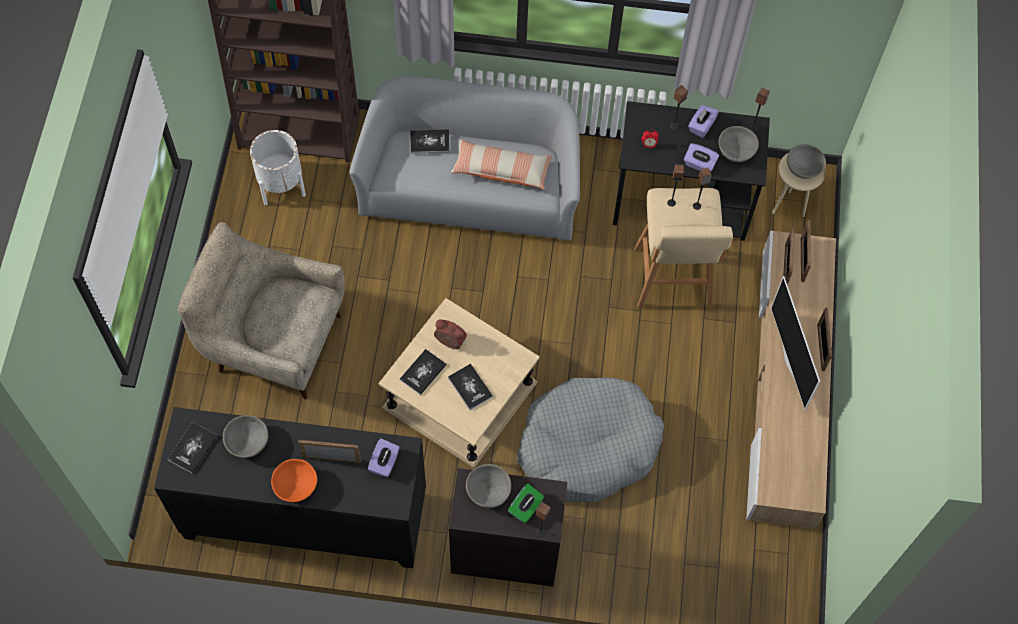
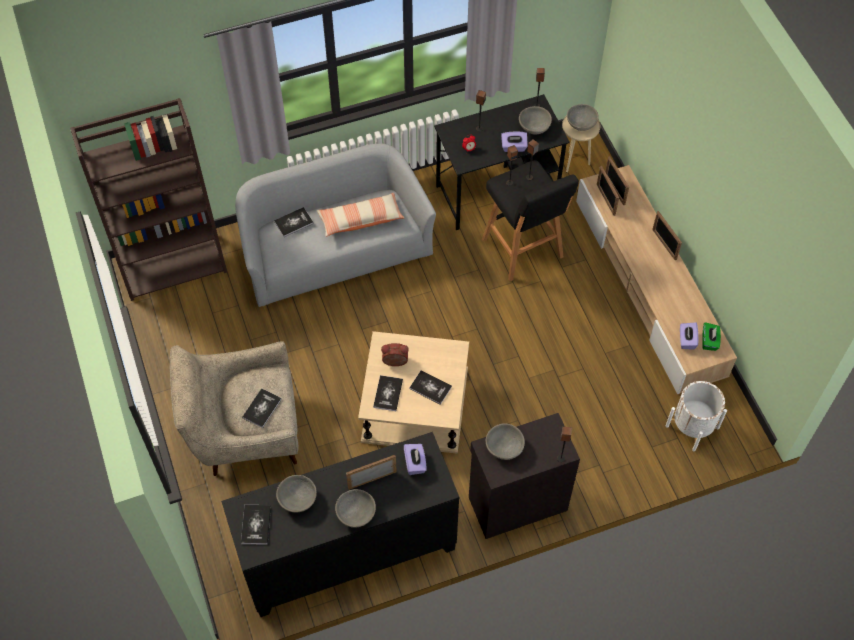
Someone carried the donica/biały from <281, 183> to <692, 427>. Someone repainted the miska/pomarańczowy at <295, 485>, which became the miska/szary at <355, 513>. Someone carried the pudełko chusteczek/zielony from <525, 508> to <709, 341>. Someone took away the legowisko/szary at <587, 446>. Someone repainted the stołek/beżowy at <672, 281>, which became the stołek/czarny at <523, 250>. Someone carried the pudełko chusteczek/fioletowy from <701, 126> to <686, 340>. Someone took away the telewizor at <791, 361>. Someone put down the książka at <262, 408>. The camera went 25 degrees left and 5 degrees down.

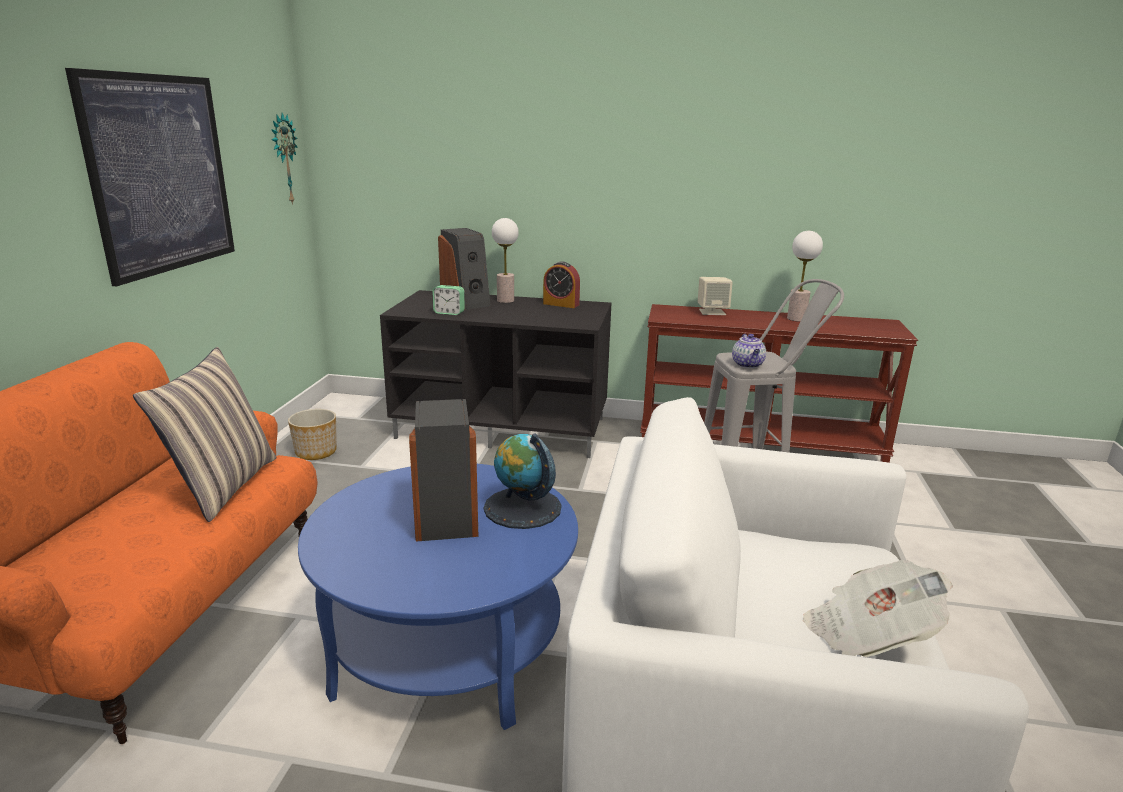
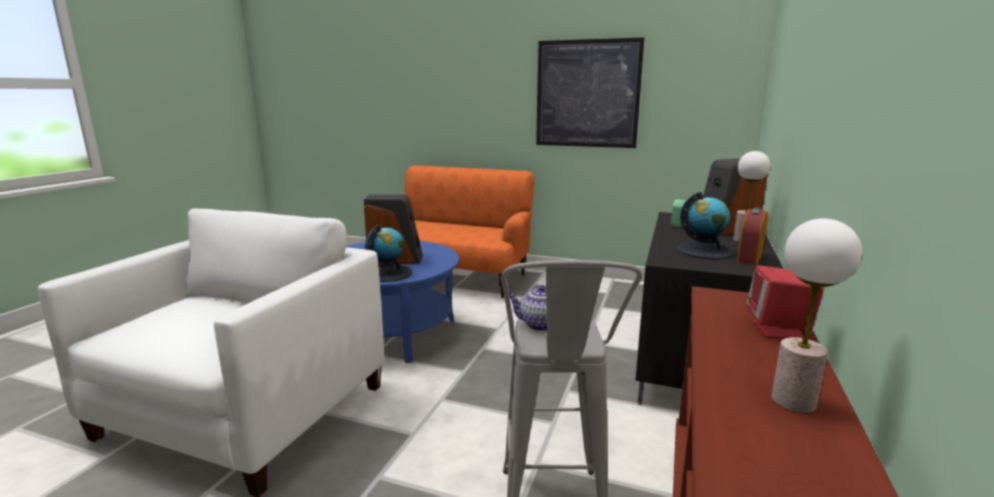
Someone took away the poduszka at <223, 486>. Someone took away the zegar ścienny at <283, 159>. Someone took away the donica at <316, 452>. Someone repainted the głośnik/beżowy at <712, 312>, which became the głośnik/czerwony at <778, 329>. Someone took away the gazeta at <868, 634>. Someone put down the globus at <704, 251>. The camera went 100 degrees right and 5 degrees down.

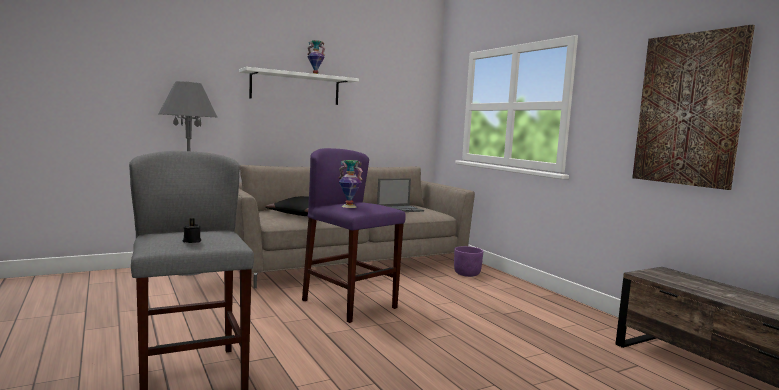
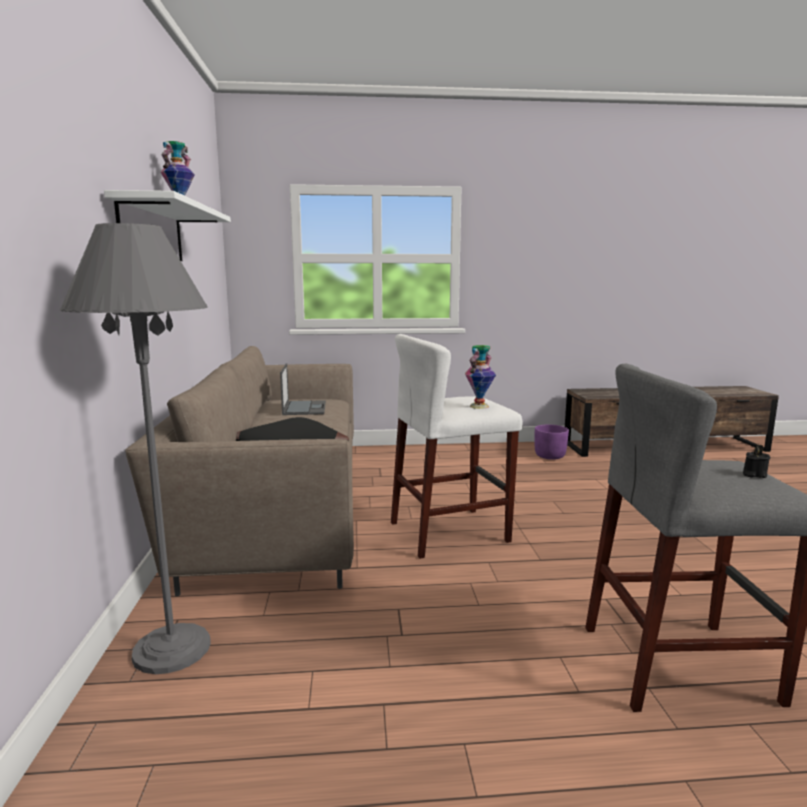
Someone repainted the stołek/fioletowy at <349, 304>, which became the stołek/biały at <449, 532>. Someone carried the donica/fioletowy from <467, 274> to <549, 456>. Someone took away the obraz at <688, 109>. The camera went 65 degrees left and 5 degrees up.

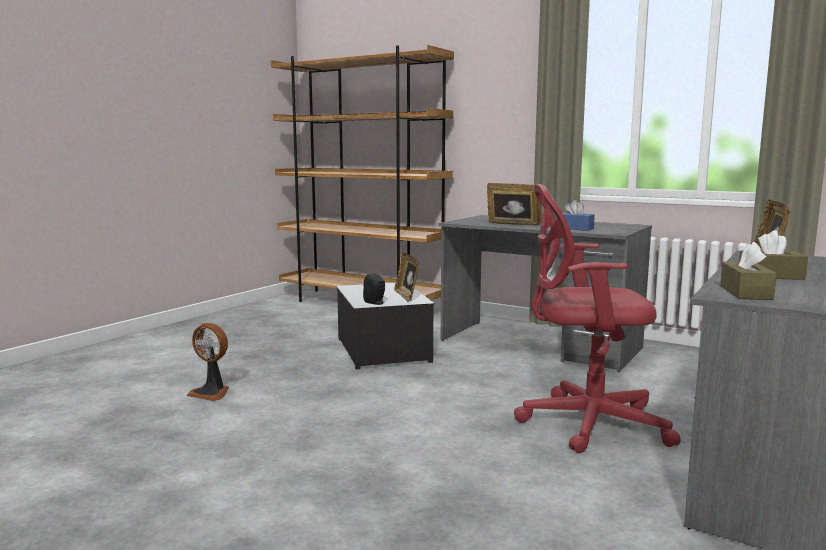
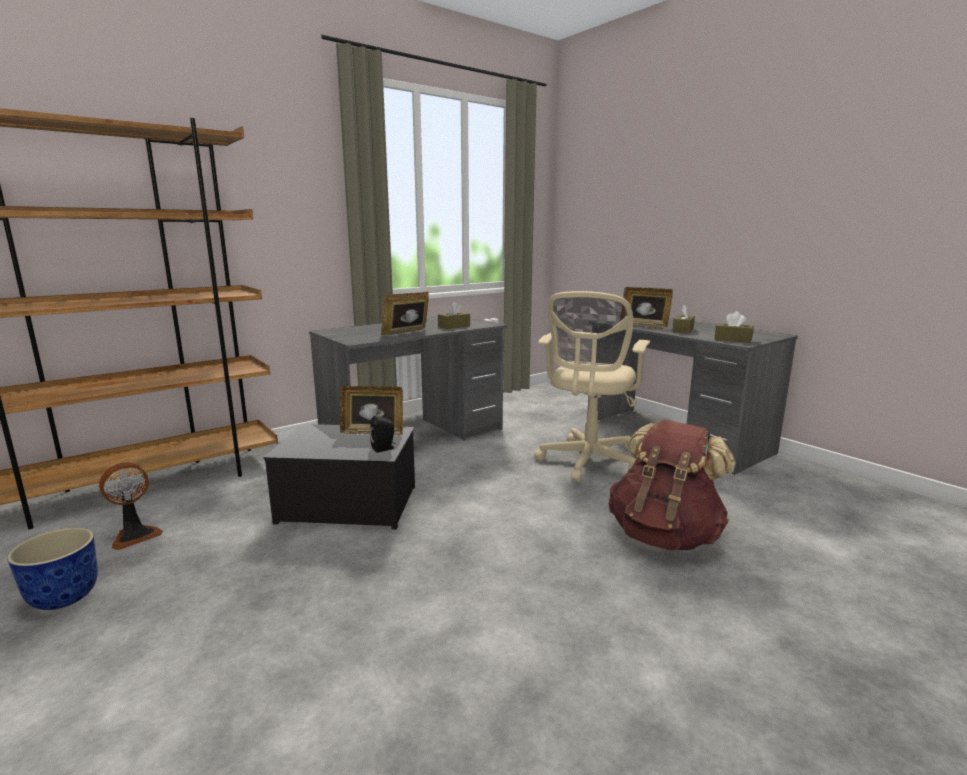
Someone carried the wentylator from <211, 393> to <135, 535>. Someone repainted the krzesło biurowe/czerwony at <585, 423>, which became the krzesło biurowe/beżowy at <588, 462>. Someone repainted the pudełko chusteczek/niebieski at <574, 228>, which became the pudełko chusteczek/brązowy at <454, 326>. Someone put down the donica at <65, 597>. Someone put down the plecak/brązowy at <664, 535>. The camera went 70 degrees left and 5 degrees up.

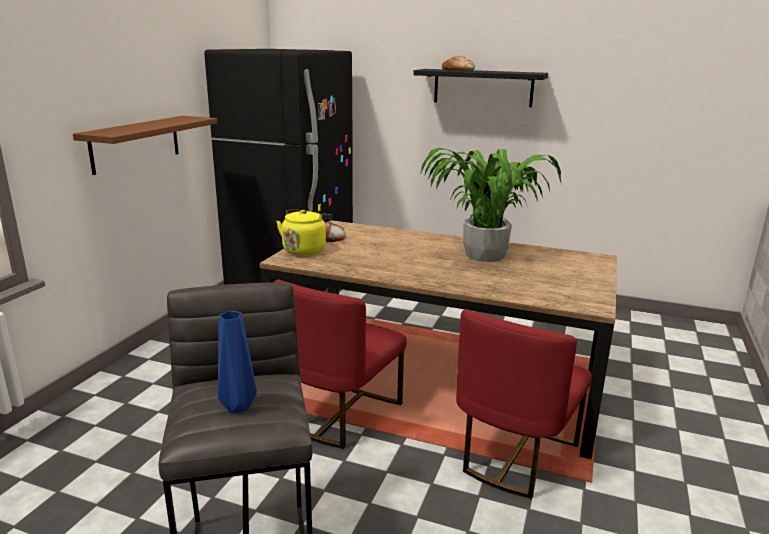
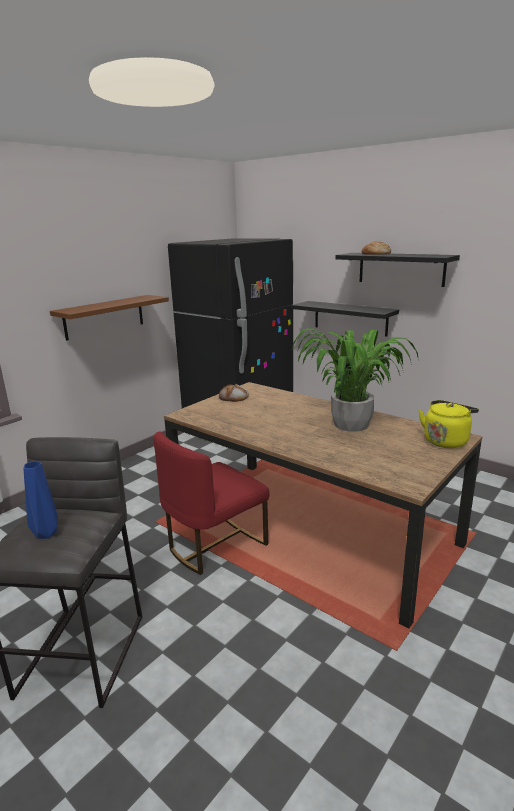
Someone carried the czajnik/żółty from <305, 249> to <446, 440>. Someone took away the krzesło/czerwony at <513, 455>. Someone put up the półka/czarny at <350, 318>. The camera went 20 degrees right and 0 degrees up.

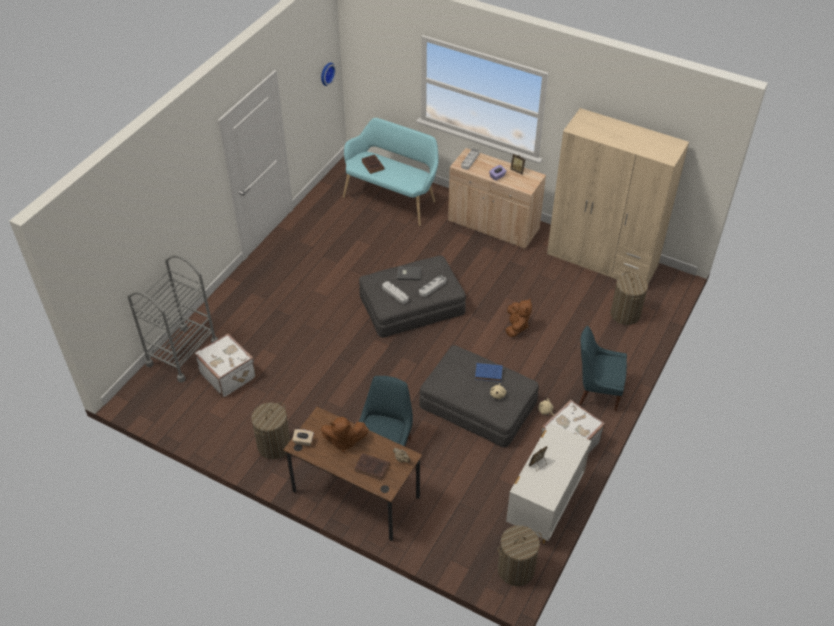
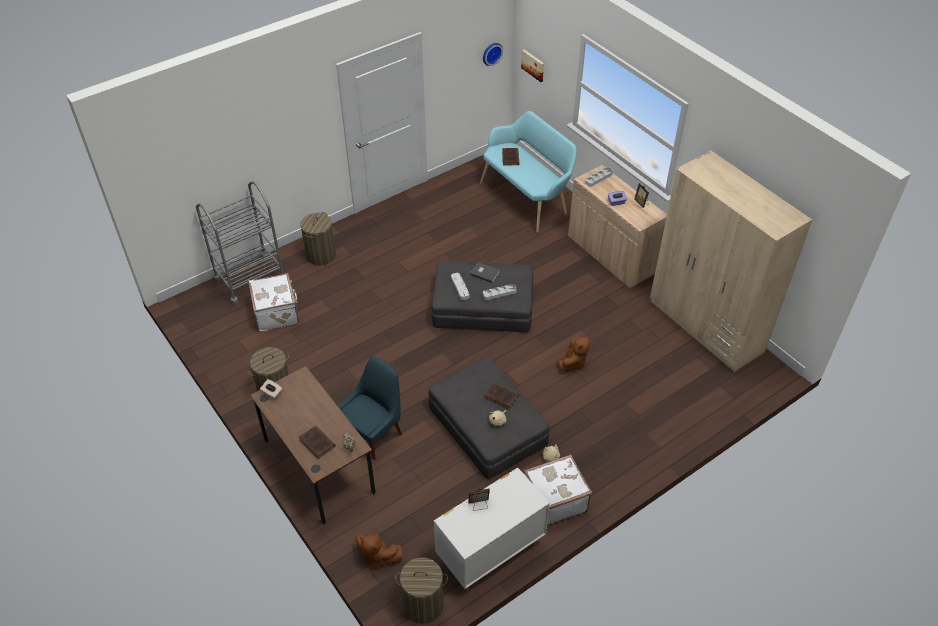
Someone carried the pluszak/brązowy from <344, 441> to <378, 556>. Someone repainted the książka/niebieski at <489, 373>, which became the książka/brązowy at <502, 397>. Someone took away the krzesło/niebieski at <597, 391>. Someone carried the kosz na pranie from <625, 314> to <321, 255>. Someone put up the obraz at <533, 65>. The camera went 25 degrees right and 0 degrees up.

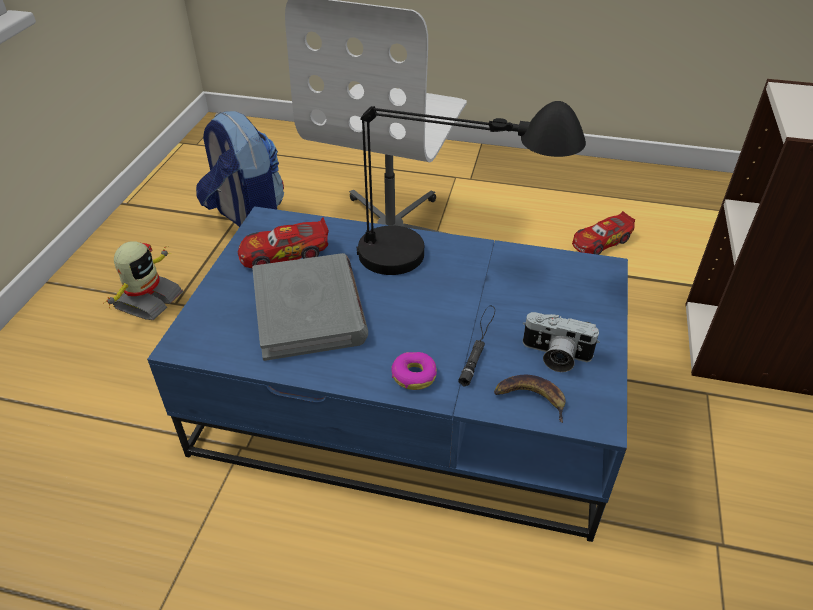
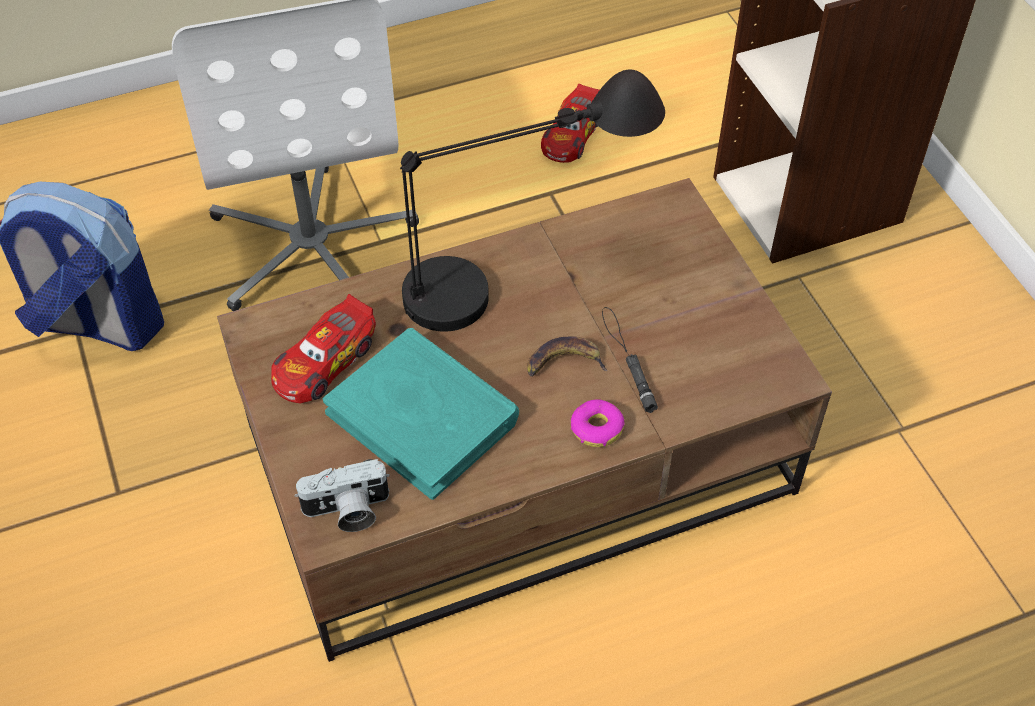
Someone took away the robot zabawkowy at <147, 300>. Someone repainted the ława/niebieski at <409, 403>, which became the ława/brązowy at <521, 455>. Someone repainted the książka/szary at <309, 310>, which became the książka/turkusowy at <423, 416>. Someone carried the banan from <530, 398> to <563, 362>. Someone carried the aparat fotograficzny from <555, 356> to <347, 511>. The camera went 35 degrees left and 10 degrees up.

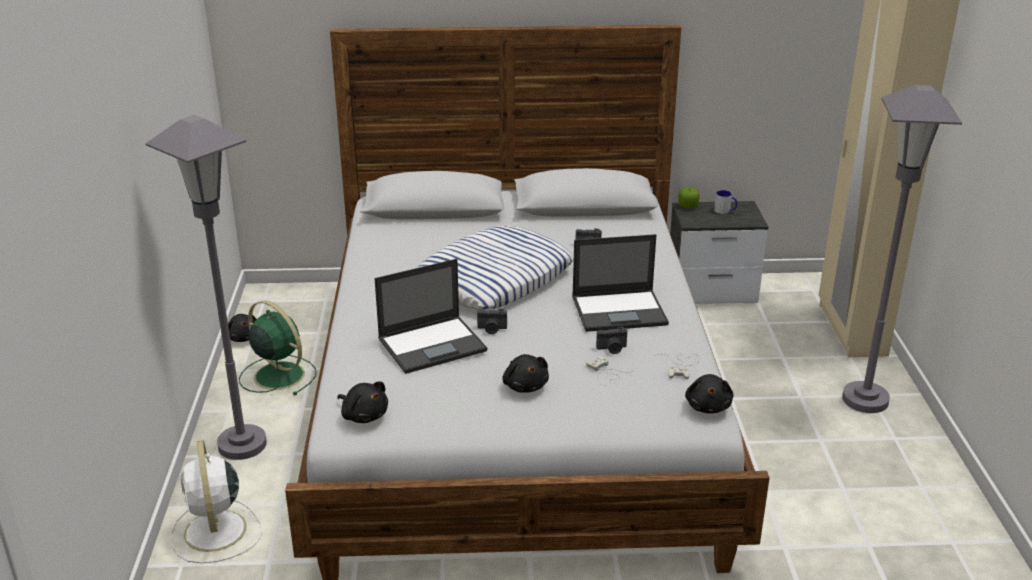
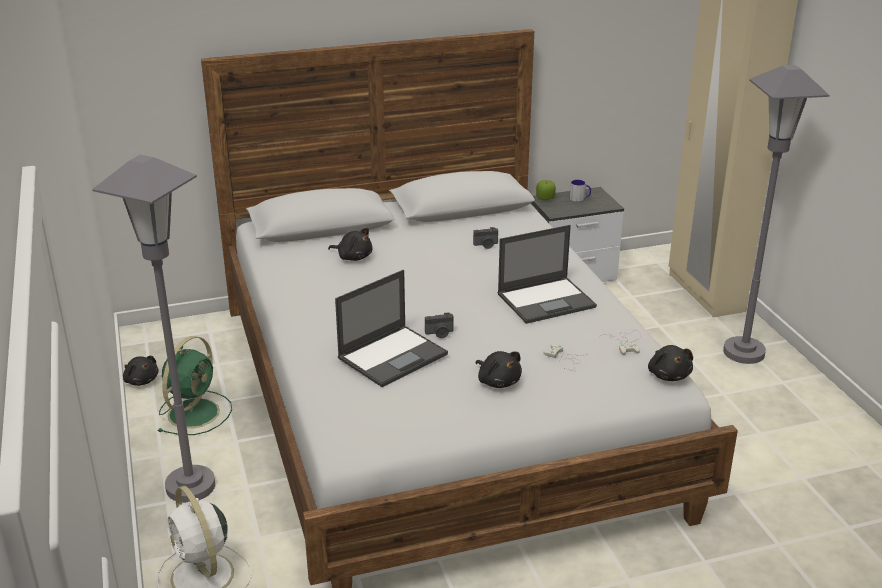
Someone rotated the wentylator/zielony at <277, 375> by 90 degrees clockwise. Someone carried the pluszak/czarny from <364, 415> to <353, 257>. Someone took away the poduszka at <494, 278>. Someone took away the aparat fotograficzny at <612, 349>. The camera went 15 degrees left and 0 degrees up.

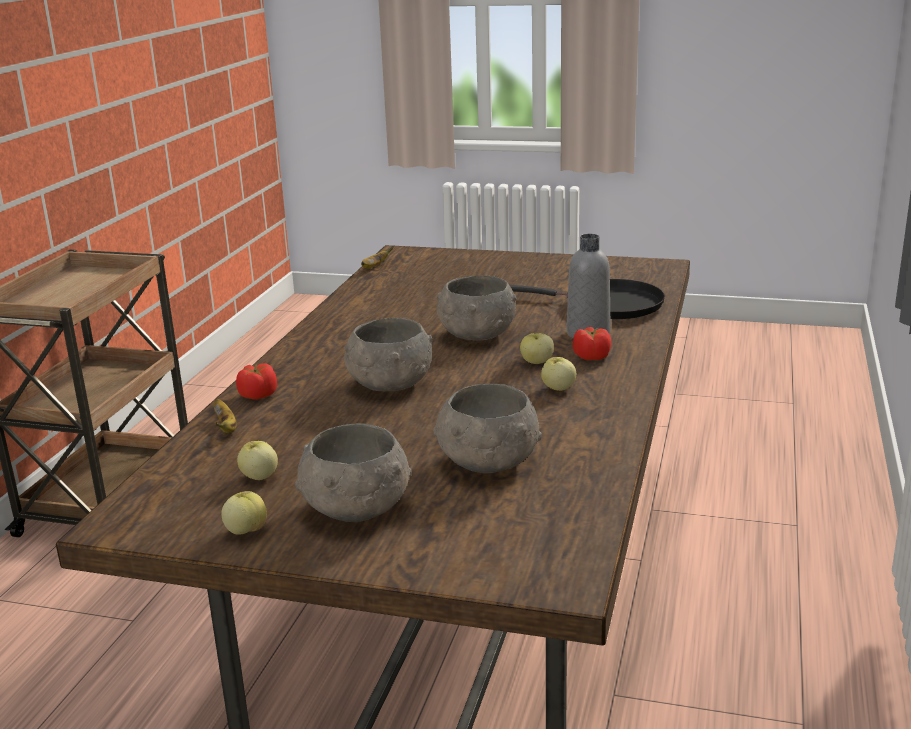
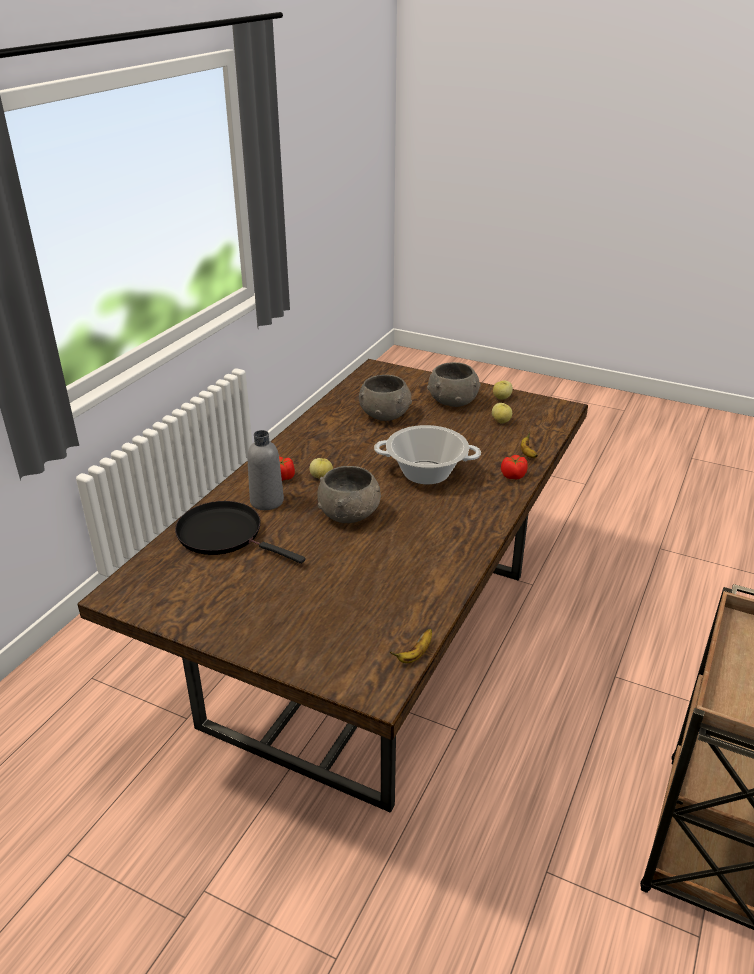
Someone swapped the miska/szary at <389, 384> for the garnek at <426, 472>. Someone took away the jabłko at <558, 388>. The camera went 170 degrees left and 10 degrees up.

